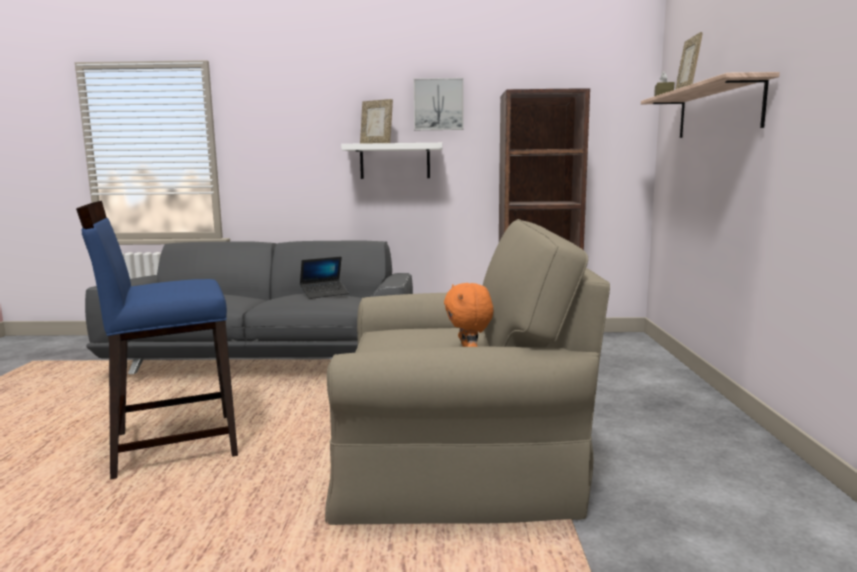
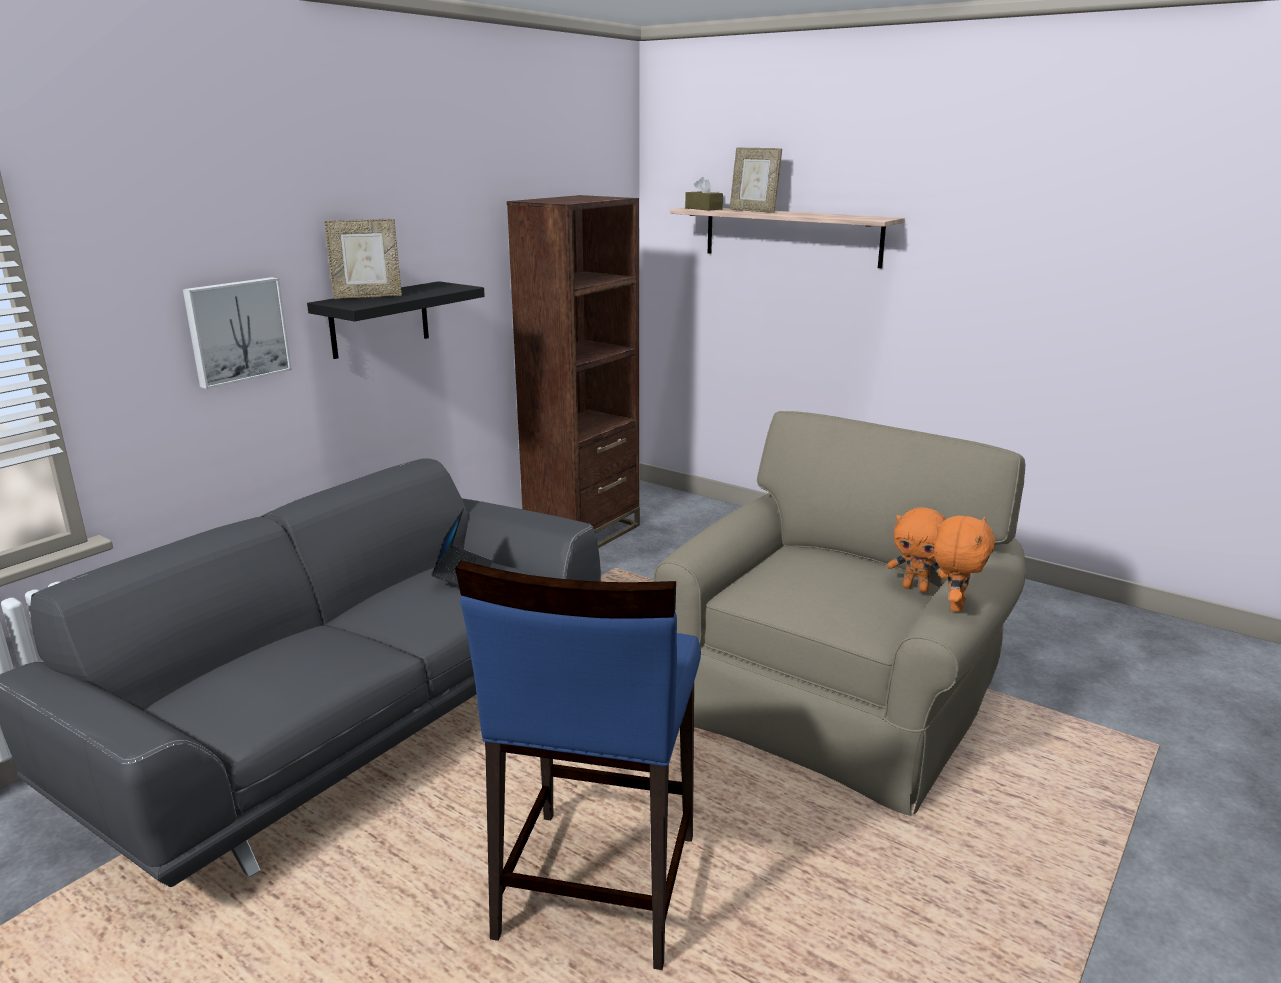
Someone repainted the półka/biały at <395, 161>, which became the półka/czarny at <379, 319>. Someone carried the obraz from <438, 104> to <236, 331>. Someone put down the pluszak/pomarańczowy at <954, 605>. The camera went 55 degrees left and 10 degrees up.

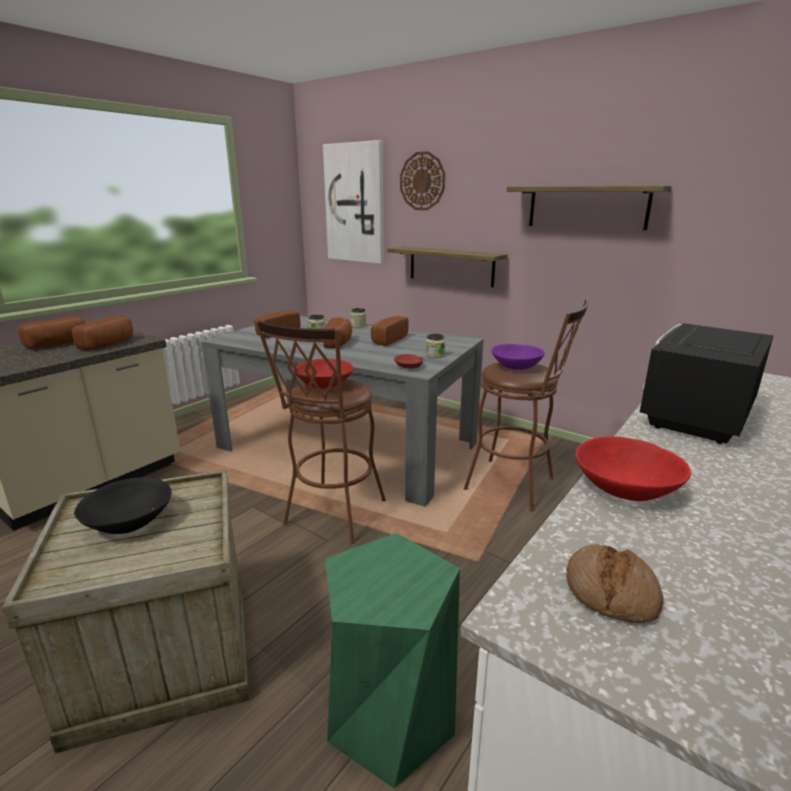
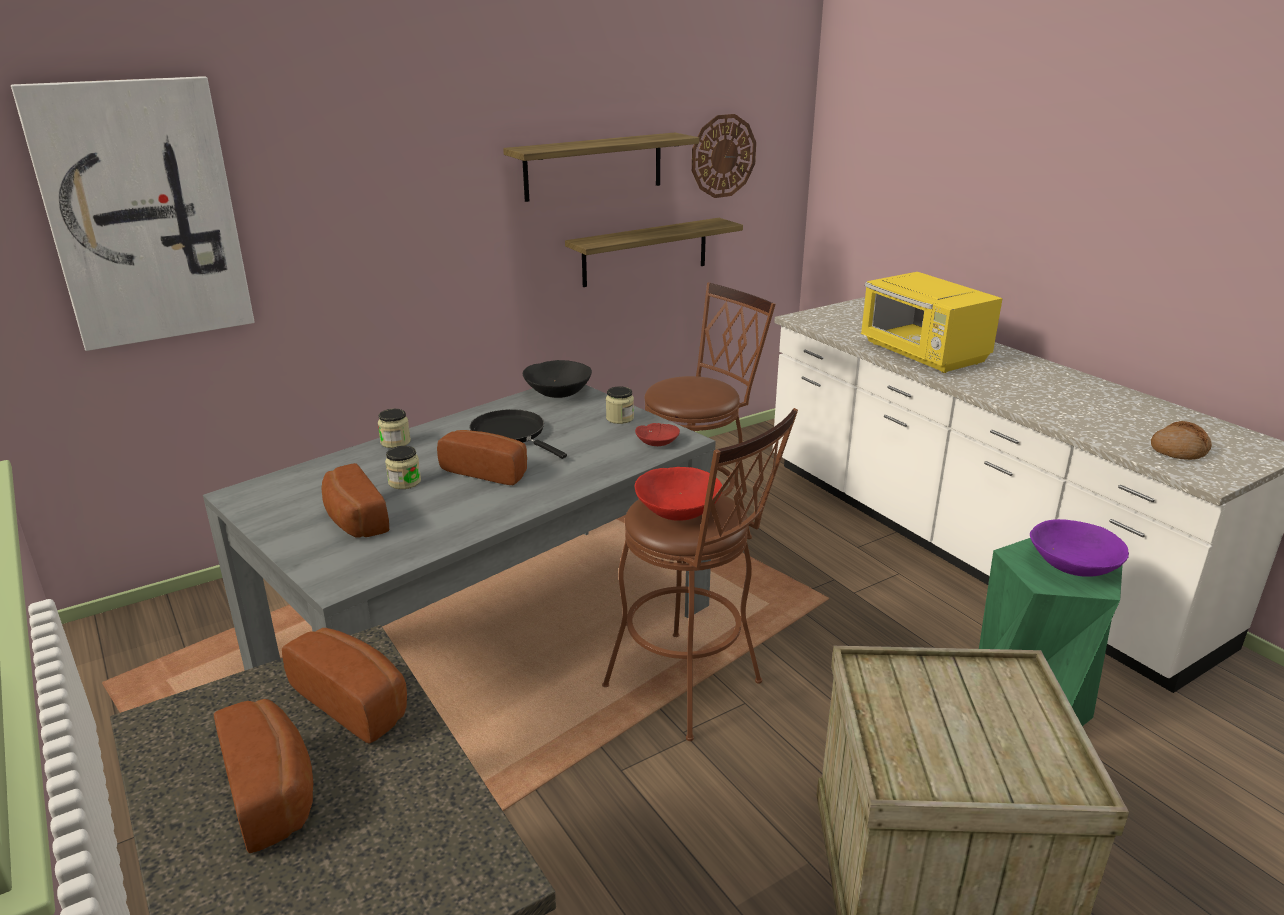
Someone carried the miska/czarny from <130, 522> to <557, 393>. Someone swapped the chleb at <387, 340> for the patelnia/czarny at <511, 434>. Someone carried the półka from <451, 266> to <645, 252>. Someone carried the zegar ścienny from <422, 181> to <723, 156>. Someone carried the miska/fioletowy from <516, 367> to <1072, 566>. Someone took away the miska/czerwony at <625, 488>. Someone repainted the mikrofalówka/czarny at <695, 416>, which became the mikrofalówka/żółty at <923, 354>. The camera went 70 degrees left and 5 degrees up.

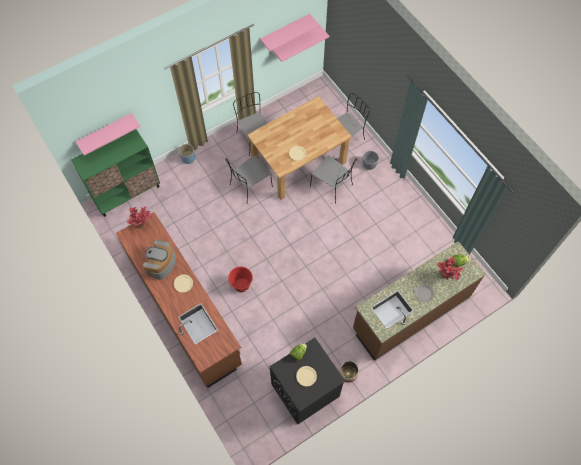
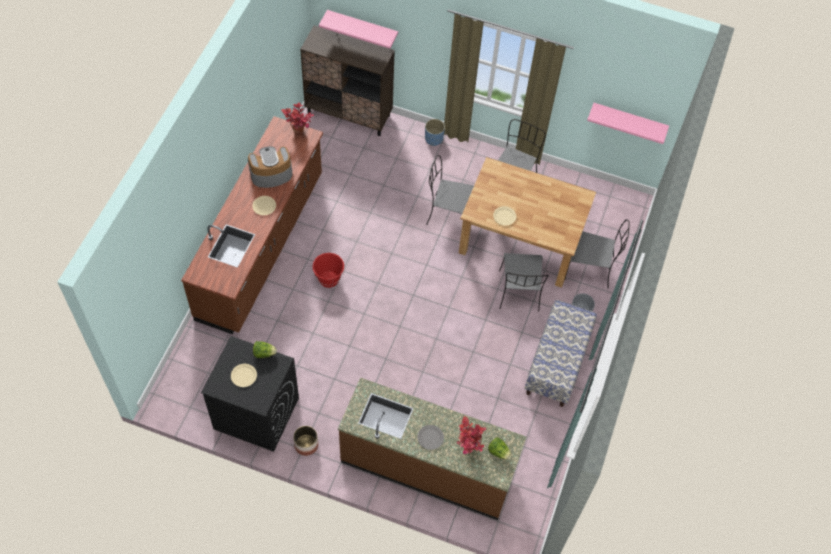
Someone repainted the szafka/zielony at <127, 193>, which became the szafka/brązowy at <349, 114>. Someone took away the półka/różowy at <285, 31>. Someone put down the ławka at <557, 364>. The camera went 50 degrees right and 5 degrees down.

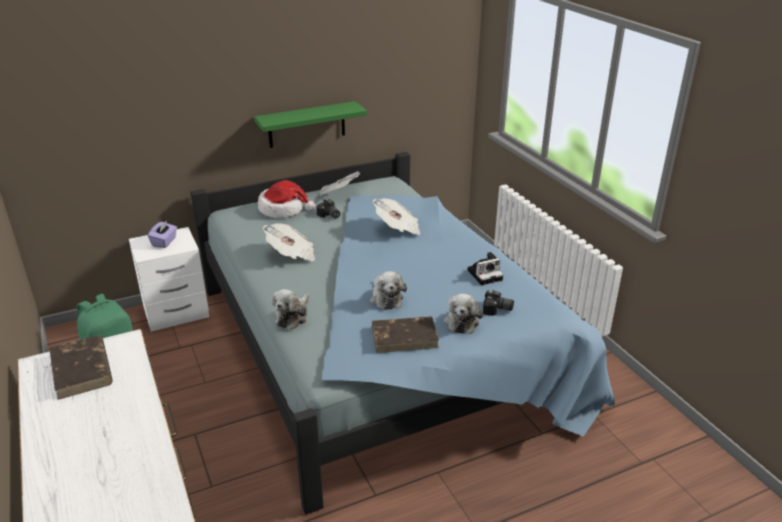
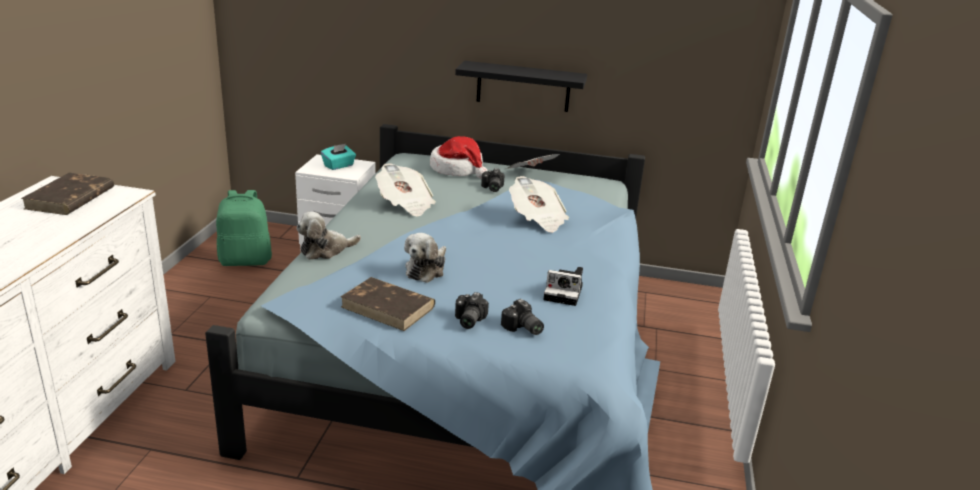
Someone repainted the pudełko chusteczek/fioletowy at <164, 242>, which became the pudełko chusteczek/turkusowy at <339, 166>. Someone repainted the półka/zielony at <306, 124>, which became the półka/czarny at <523, 86>. Someone swapped the pluszak at <462, 321> for the aparat fotograficzny at <467, 320>. The camera went 35 degrees right and 5 degrees down.

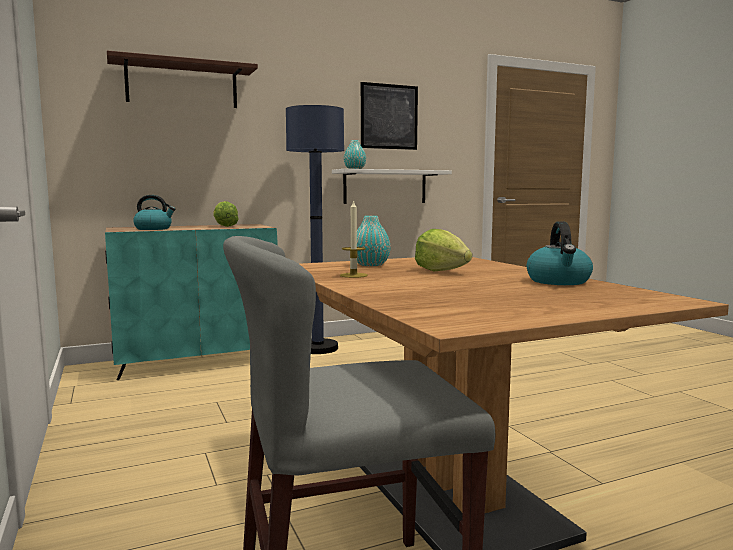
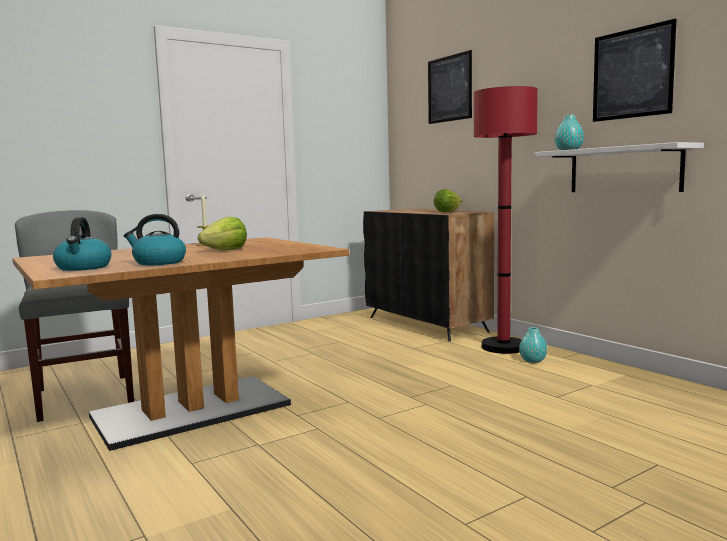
Someone repainted the szafka/turkusowy at <198, 361>, which became the szafka/czarny at <427, 324>. Someone swapped the półka/brązowy at <182, 85> for the obraz at <449, 88>. Someone carried the czajnik from <154, 229> to <84, 268>. Someone repainted the lampa stojąca/niebieski at <317, 348>, which became the lampa stojąca/czerwony at <503, 347>. Someone carried the wazon/turkusowy from <370, 265> to <532, 360>. The camera went 80 degrees right and 0 degrees up.

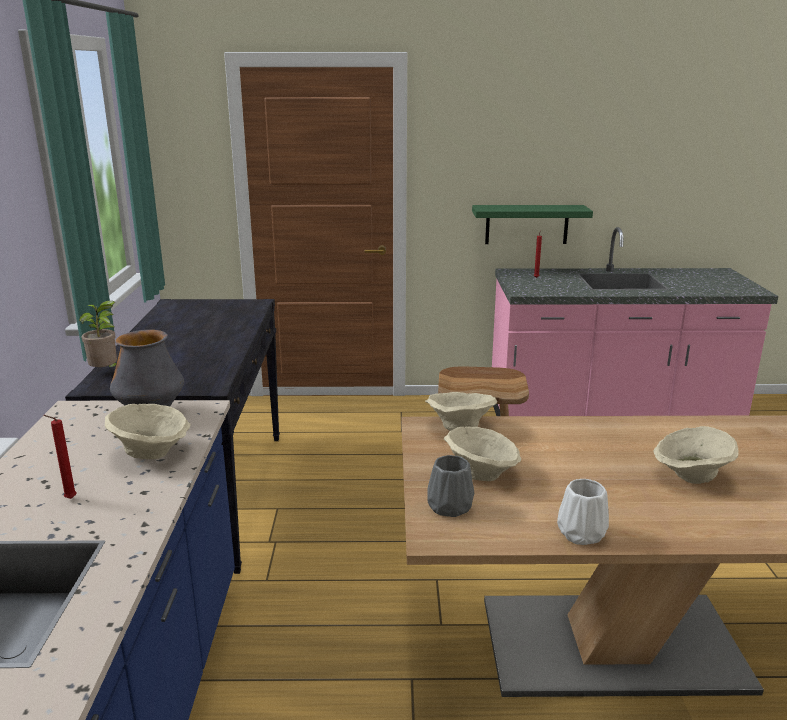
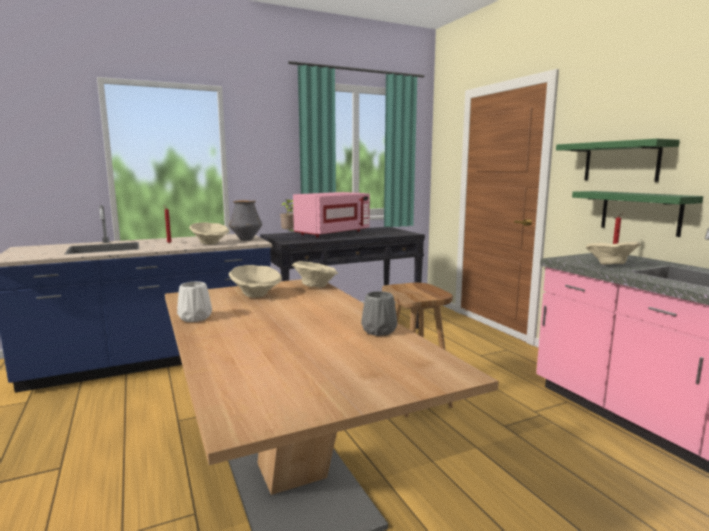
Someone carried the wazon/szary from <450, 508> to <378, 331>. Someone carried the miska/beżowy from <690, 476> to <610, 264>. Someone put down the mikrofalówka/różowy at <332, 233>. Someone put up the półka/zielony at <621, 161>. The camera went 65 degrees right and 10 degrees down.

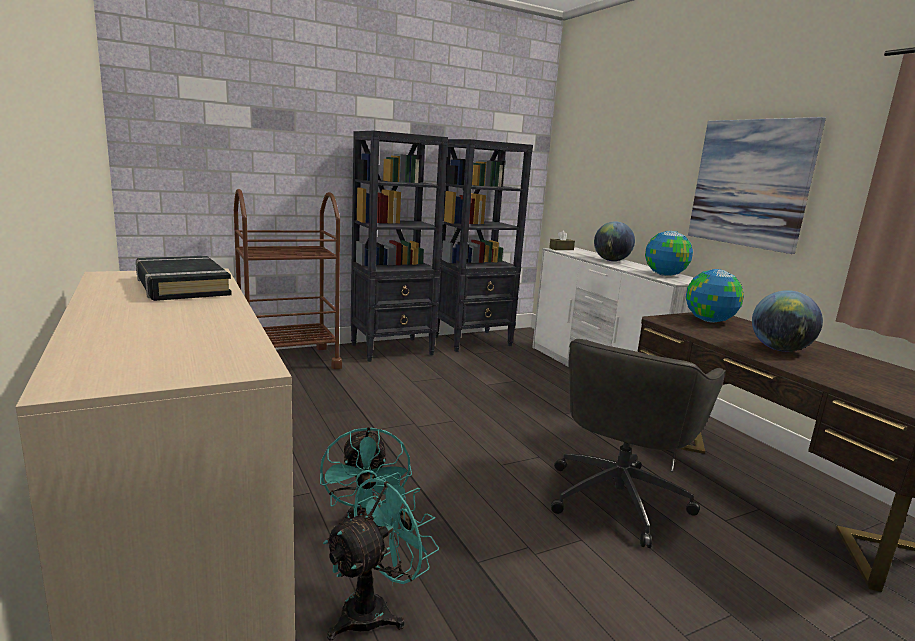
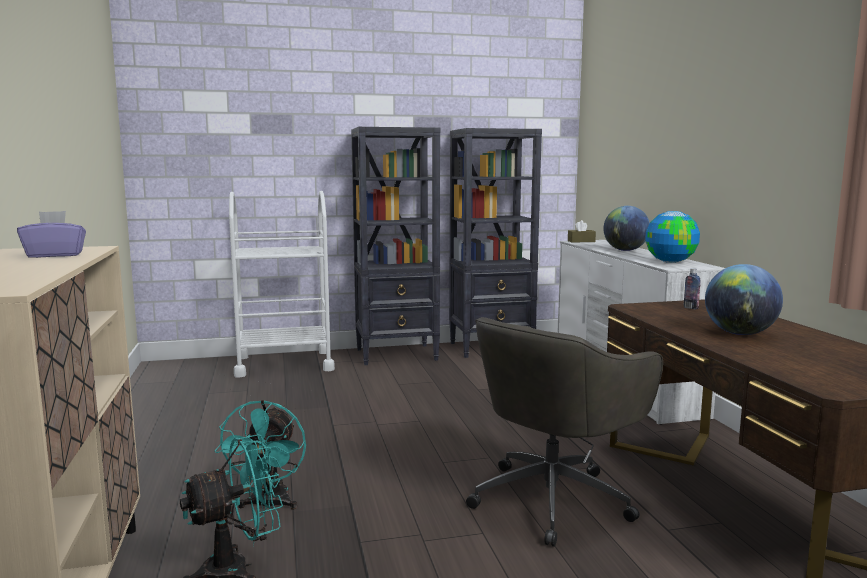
Someone swapped the książka/czarny at <181, 286> for the pudełko chusteczek/fioletowy at <55, 255>. Someone repainted the wózek/brązowy at <288, 361>, which became the wózek/biały at <284, 363>. Someone swapped the globus at <708, 320> for the butelka at <690, 308>. Someone took away the obraz at <750, 183>. The camera went 15 degrees right and 5 degrees down.

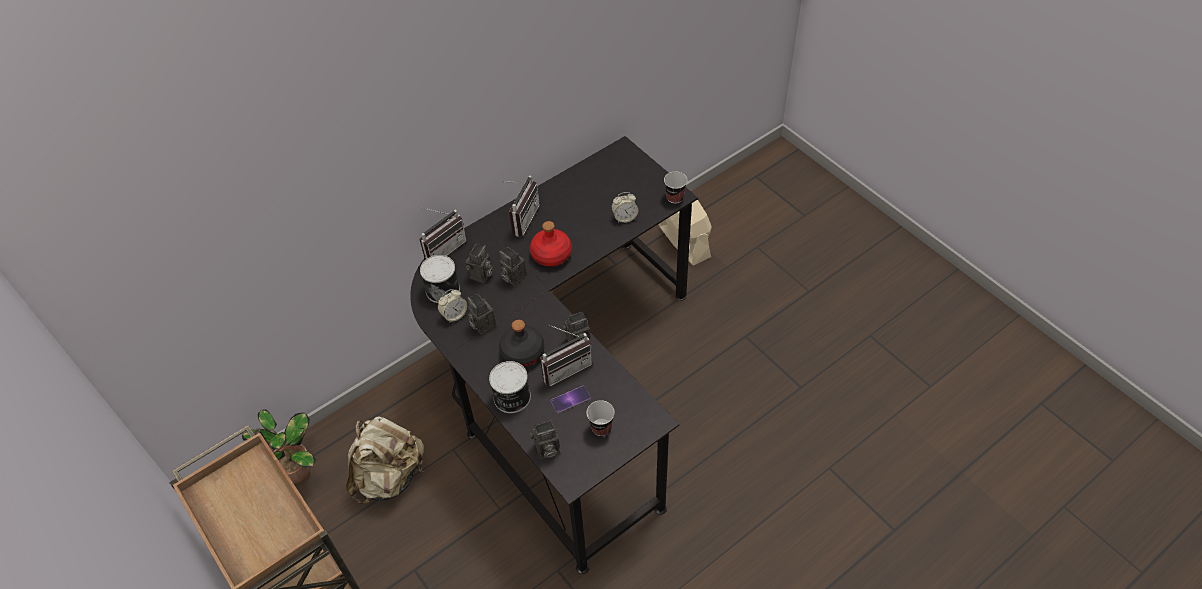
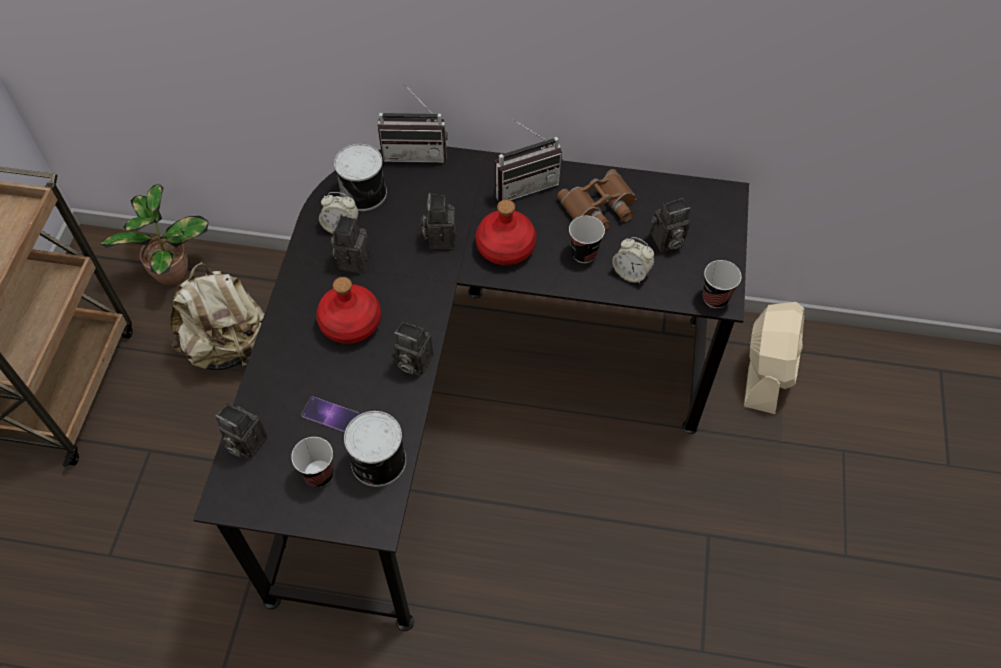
Someone carried the aparat fotograficzny from <481, 275> to <666, 241>. Someone carried the puszka from <511, 398> to <377, 462>. Someone repainted the butelka/czarny at <522, 352>, which became the butelka/czerwony at <351, 322>. Someone took away the radio at <565, 367>. Someone put down the lornetka/brązowy at <600, 207>. Someone put down the filiżanka at <584, 253>. The camera went 45 degrees right and 5 degrees up.

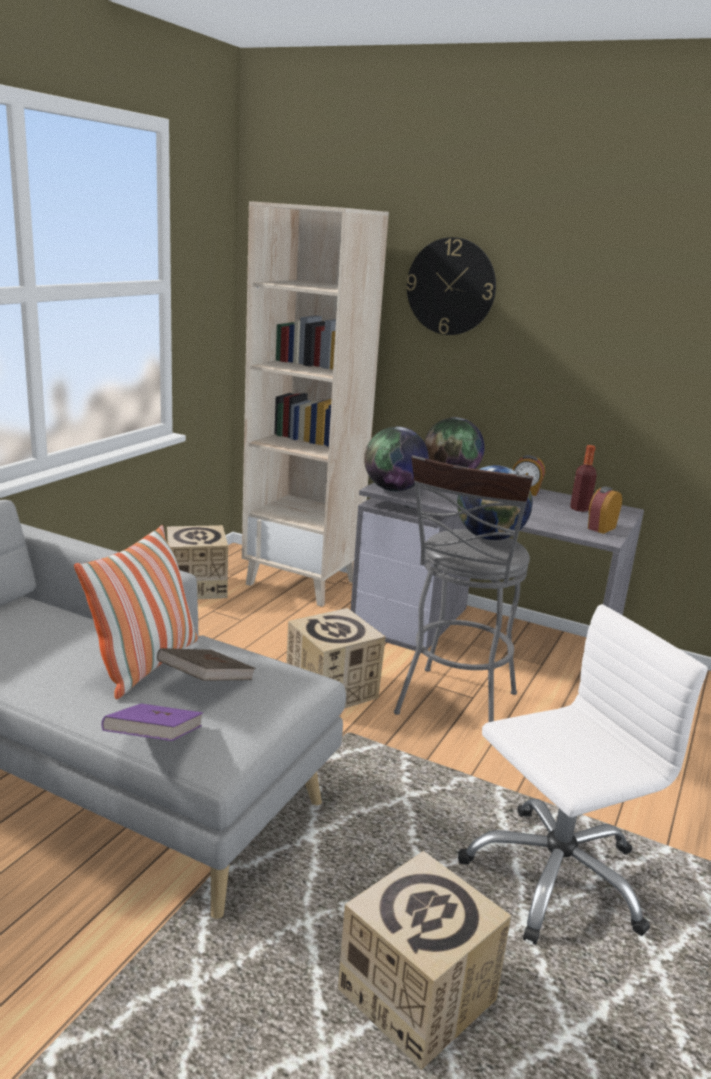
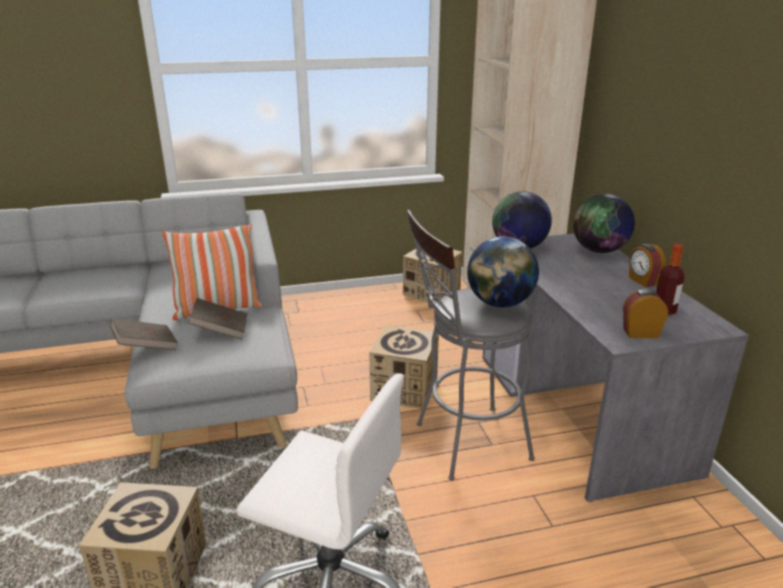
Someone repainted the książka/fioletowy at <154, 741>, which became the książka/brązowy at <146, 347>. Someone took away the zegar ścienny at <451, 286>. The camera went 50 degrees right and 5 degrees up.

